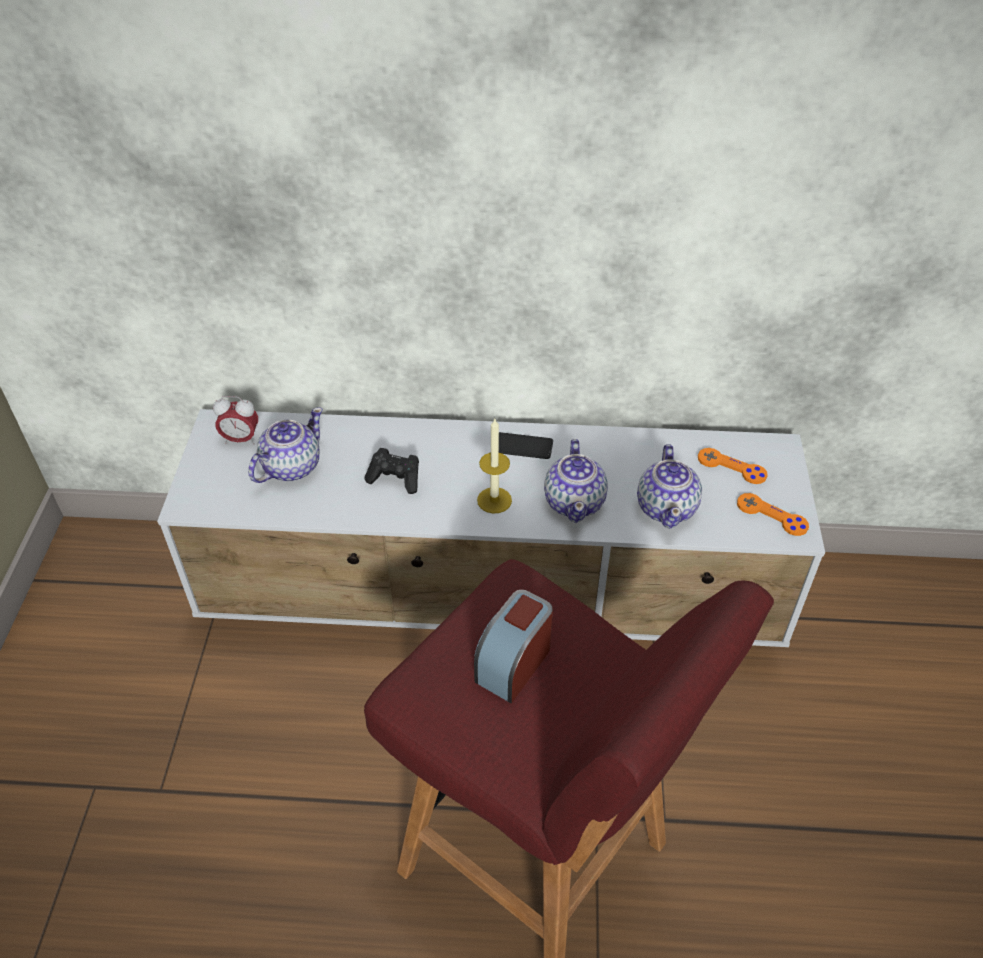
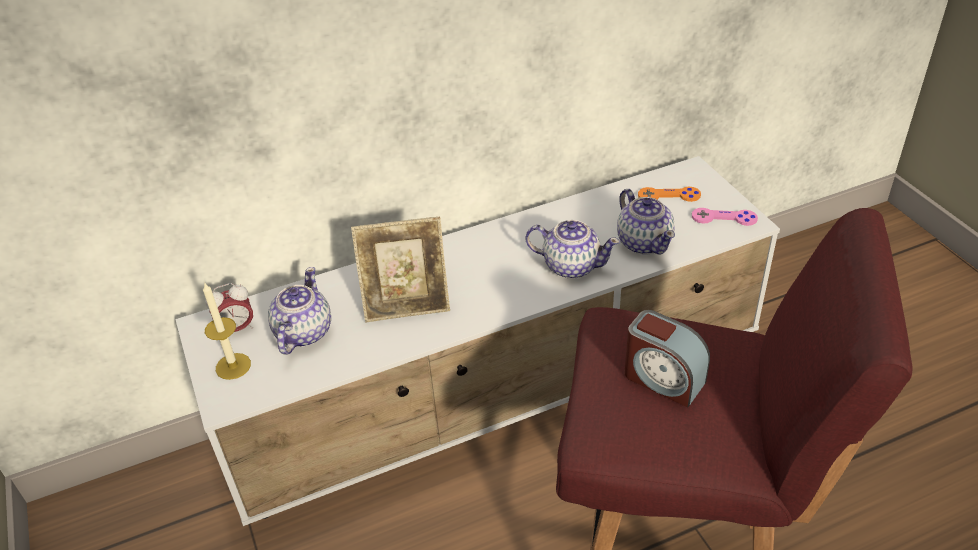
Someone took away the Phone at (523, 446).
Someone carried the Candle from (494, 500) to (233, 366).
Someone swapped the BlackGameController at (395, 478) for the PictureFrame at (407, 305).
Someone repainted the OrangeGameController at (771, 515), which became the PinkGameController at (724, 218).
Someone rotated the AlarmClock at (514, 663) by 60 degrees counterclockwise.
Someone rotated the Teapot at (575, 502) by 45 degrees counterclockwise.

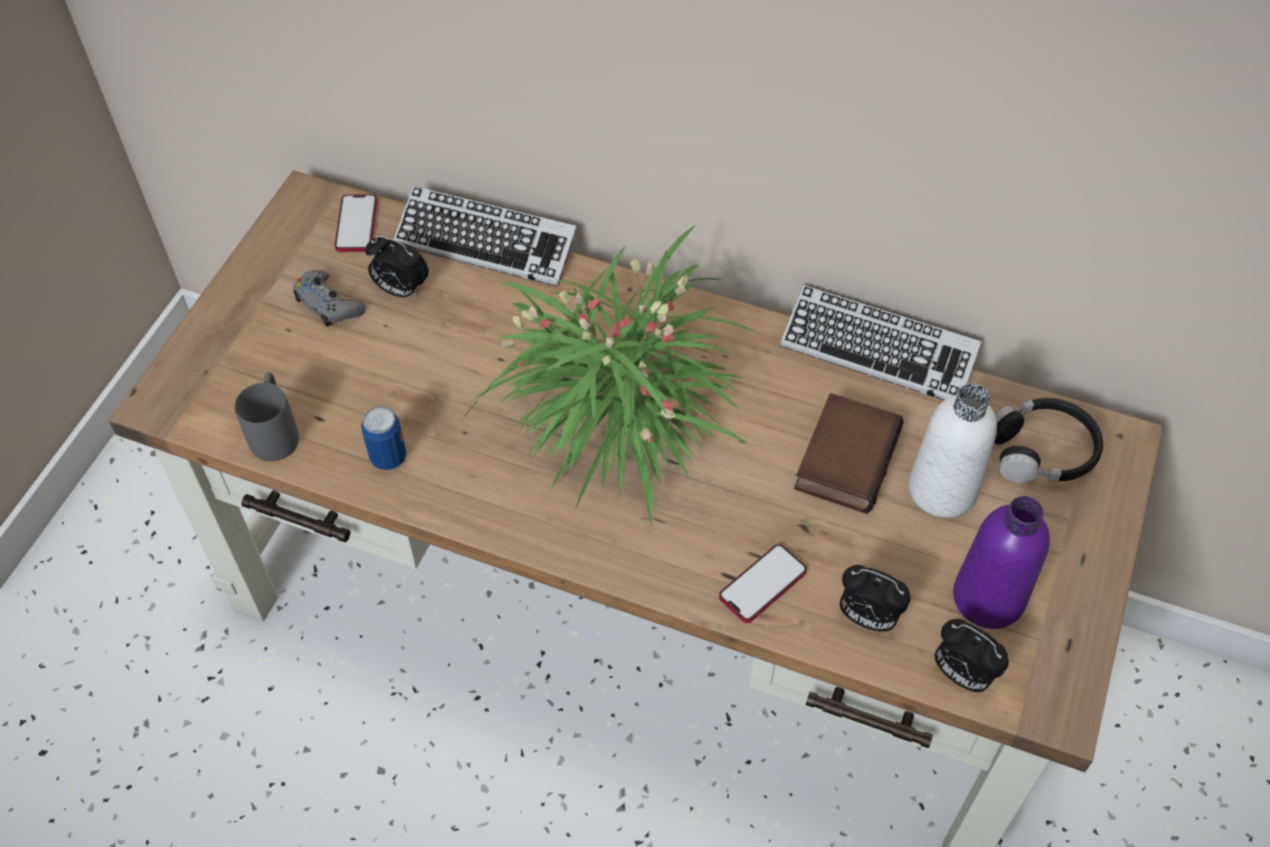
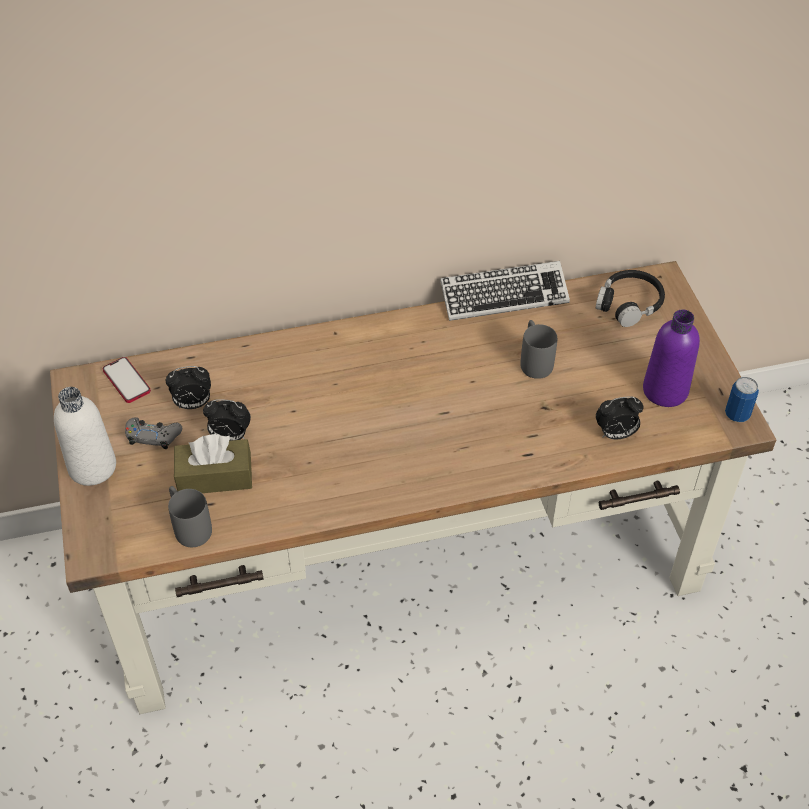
Someone took away the Keyboard at (486, 243).
Someone took away the PottedPlant at (615, 411).
Someone took away the Phone at (762, 584).
Someone put down the BrownTissueBox at (215, 477).
Someone carried the Can from (388, 457) to (737, 414).
Someone carried the WhiteBottle from (942, 490) to (92, 467).
Someone carried the AlarmClock from (961, 674) to (229, 437).
Someone swapped the Book at (844, 457) for the GreyMug at (534, 360).

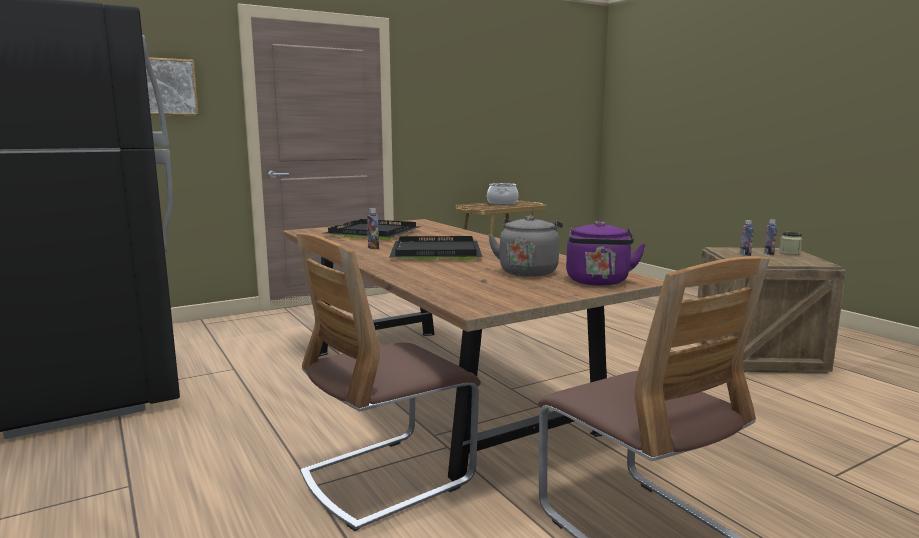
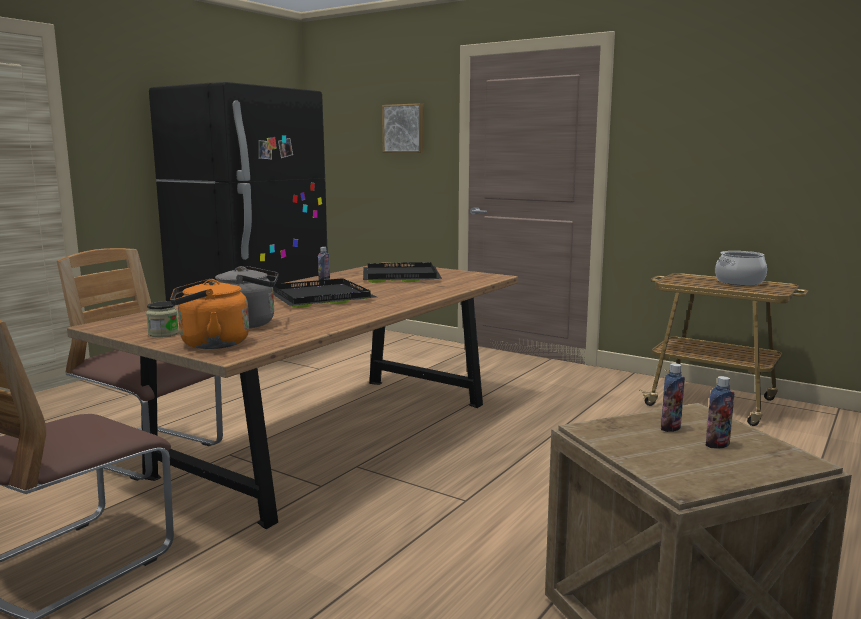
Someone carried the Jar from (789, 253) to (163, 334).
Someone repainted the PurpleKettle at (598, 282), which became the OrangeKettle at (210, 344).

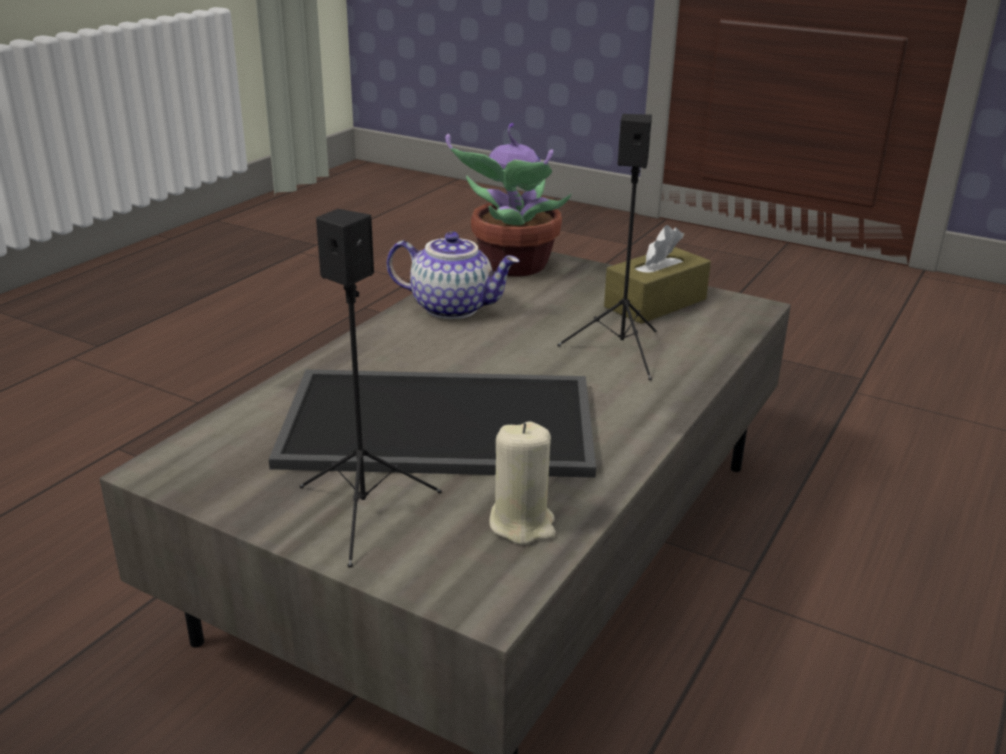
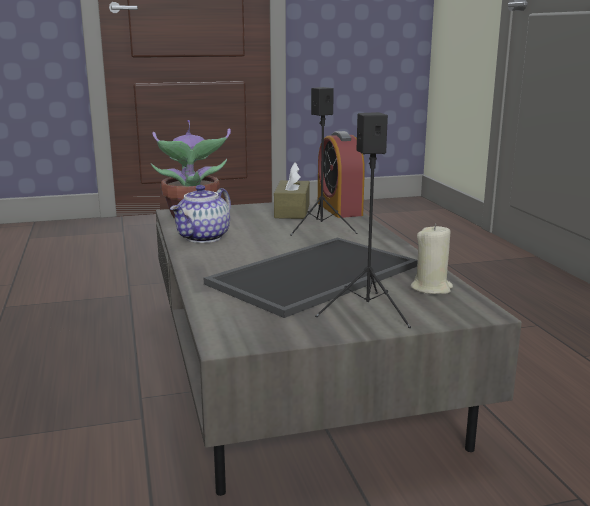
Someone put down the AlarmClock at (339, 209).
Someone rotated the Teapot at (453, 307) by 150 degrees clockwise.

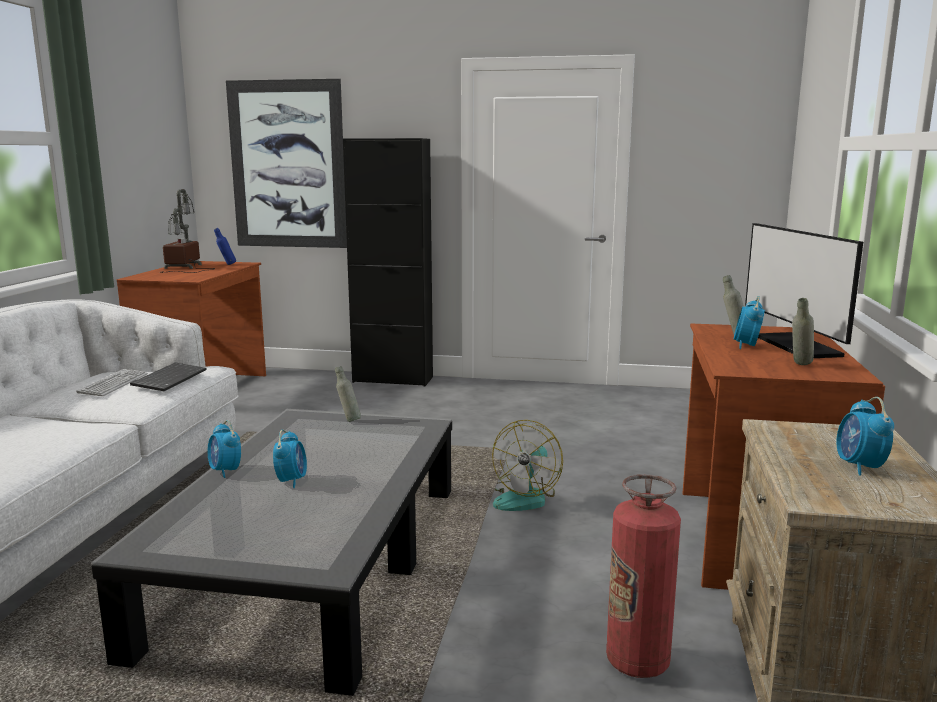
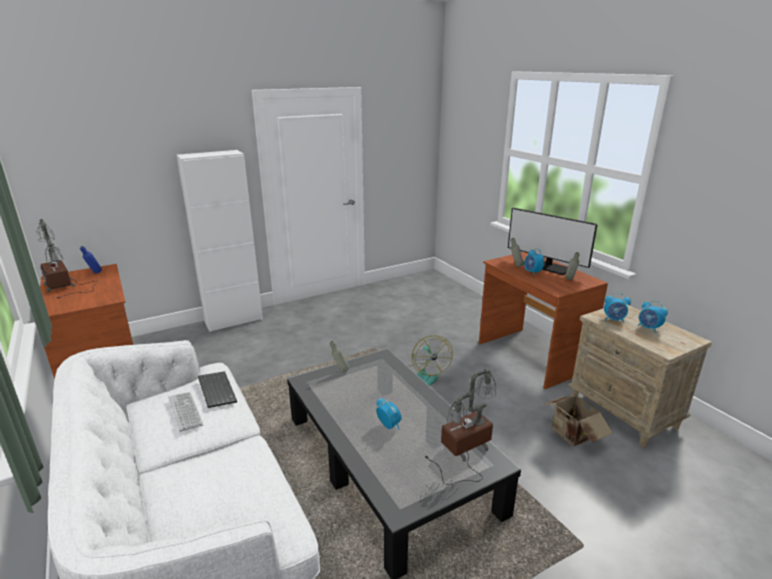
Someone took away the Picture at (287, 165).
Someone put down the TableLamp at (463, 452).
Someone carried the AlarmClock from (225, 471) to (614, 320).
Someone swapped the FireExtinguisher at (637, 662) for the CardboardBox at (571, 435).
Someone repainted the BlackCabinet at (393, 379), which became the WhiteCabinet at (233, 320).

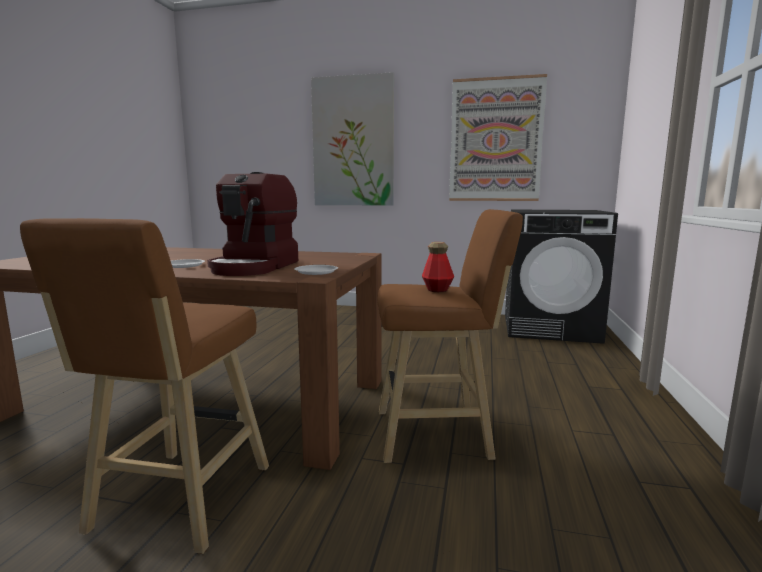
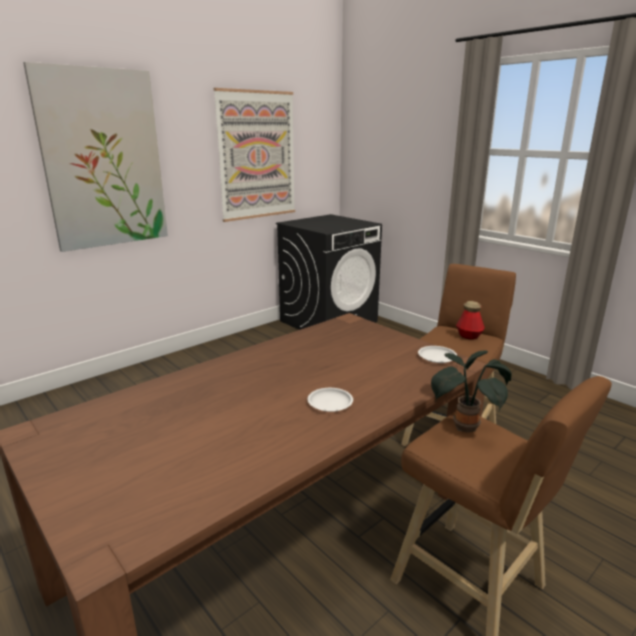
Someone took away the CoffeeMachine at (256, 267).
Someone put down the PottedPlant at (465, 425).

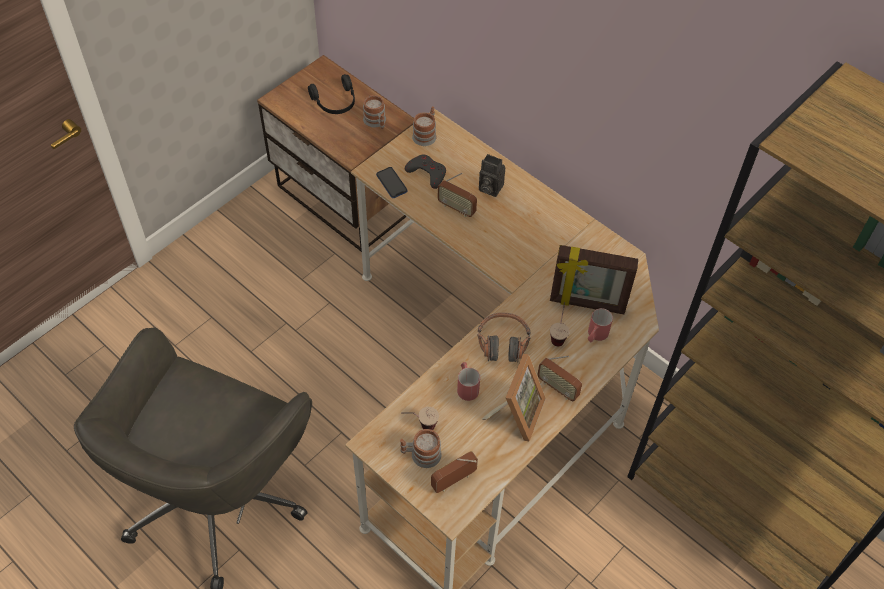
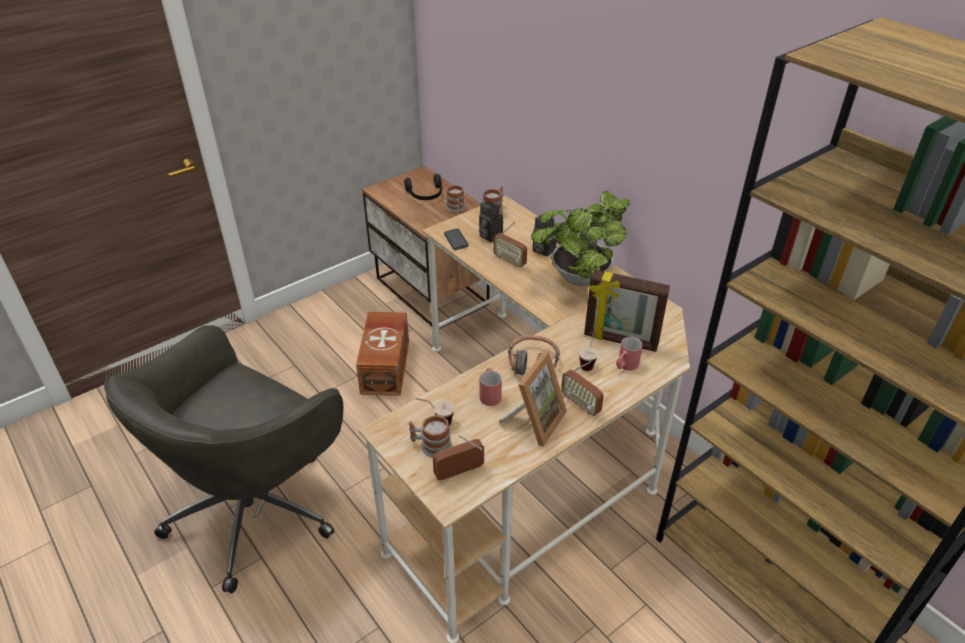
Someone put down the BrownStorageBox at (386, 366).
Someone put down the PottedPlant at (576, 279).
Someone swapped the GreyGameController at (427, 173) for the PhotoCamera at (489, 236).

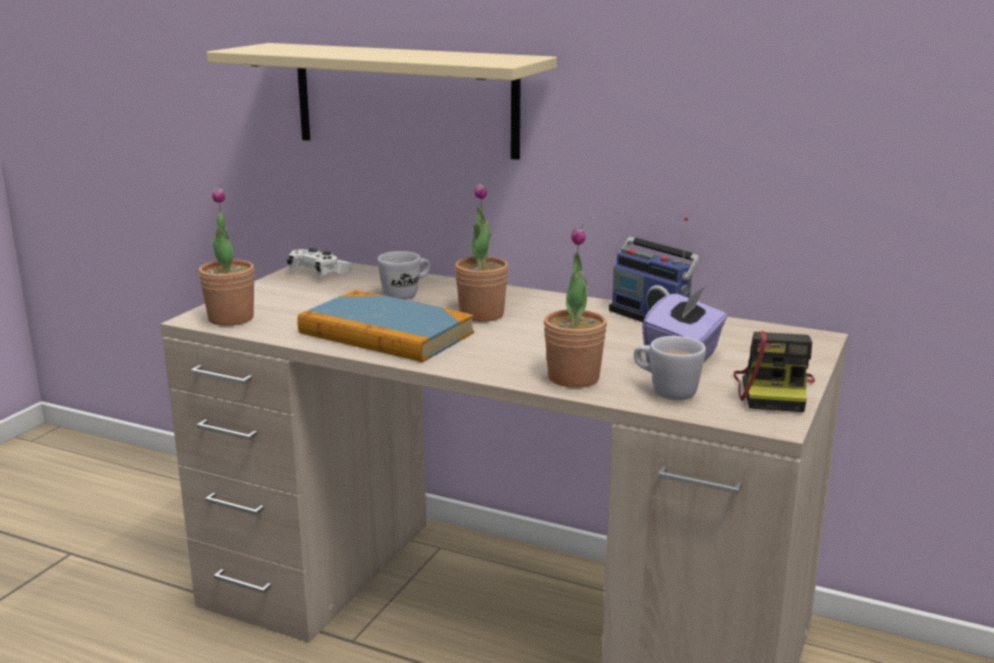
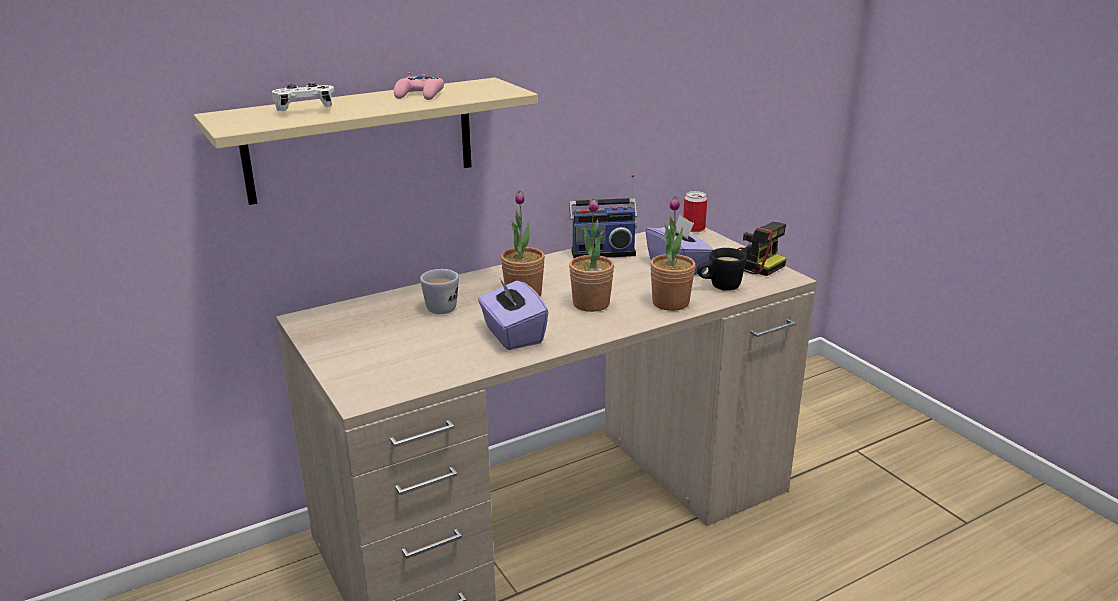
Someone put down the PinkGameController at (420, 95).
Someone put down the Can at (693, 229).
Someone carried the PottedPlant from (231, 318) to (591, 304).
Someone carried the WhiteGameController from (319, 273) to (305, 110).
Someone swapped the Book at (386, 333) for the PurpleTissueBox at (512, 335).
Someone repainted the WhiteMug at (665, 391), which became the BlackMug at (719, 287).

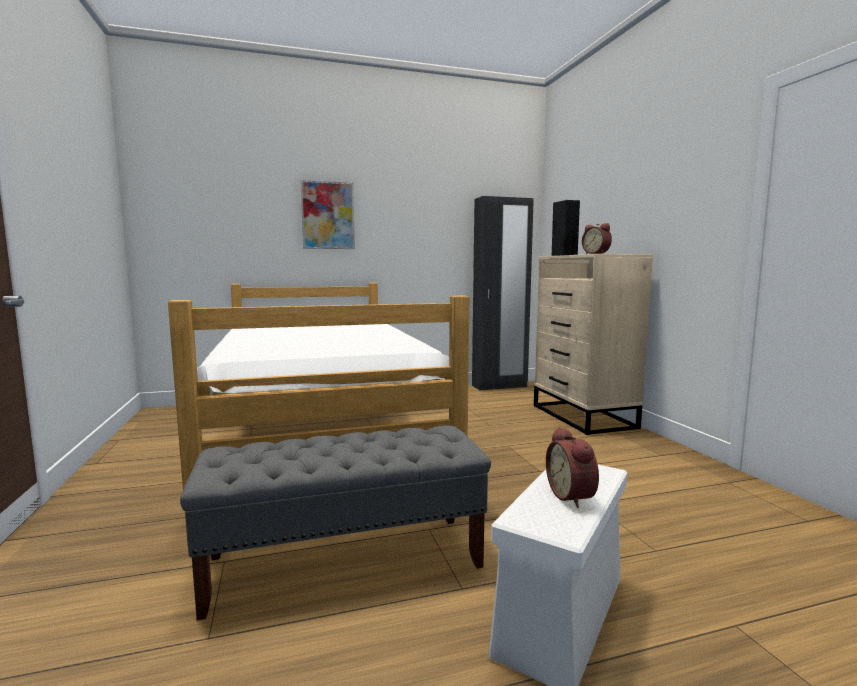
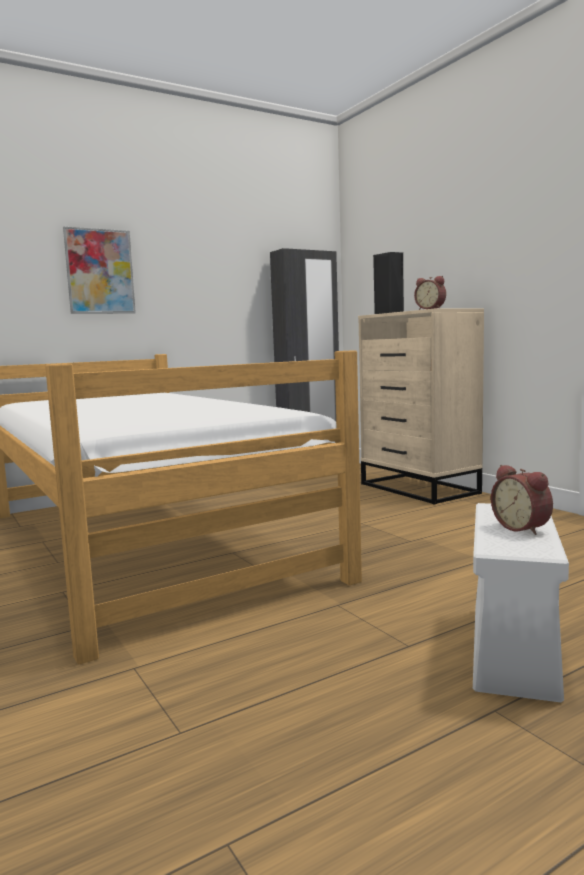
Someone took away the GreyBench at (346, 561).

